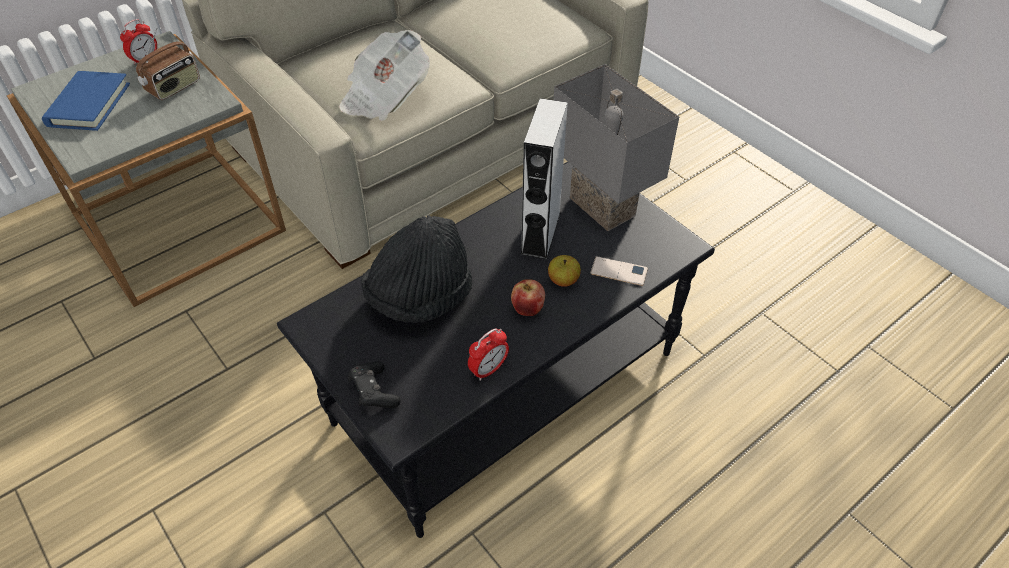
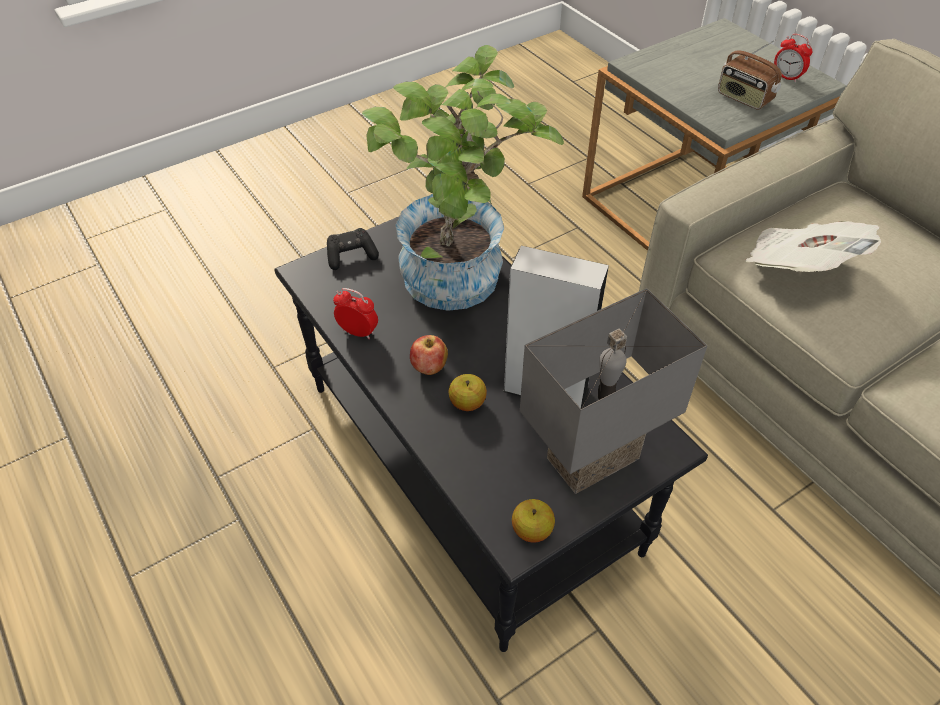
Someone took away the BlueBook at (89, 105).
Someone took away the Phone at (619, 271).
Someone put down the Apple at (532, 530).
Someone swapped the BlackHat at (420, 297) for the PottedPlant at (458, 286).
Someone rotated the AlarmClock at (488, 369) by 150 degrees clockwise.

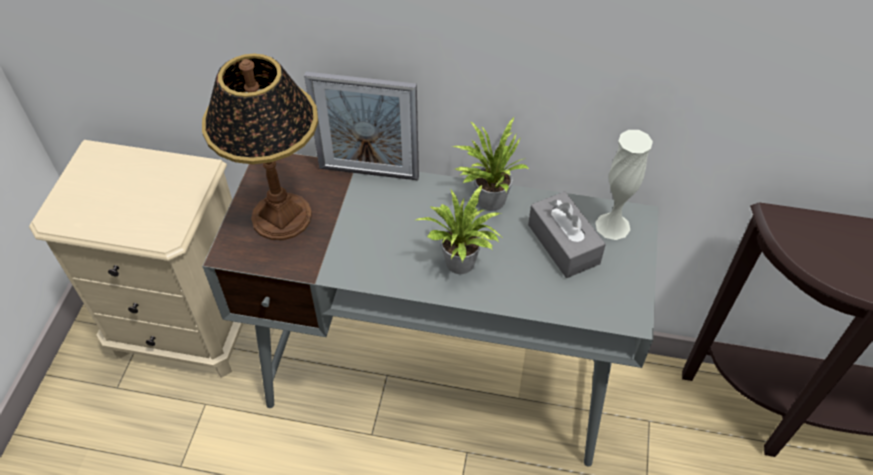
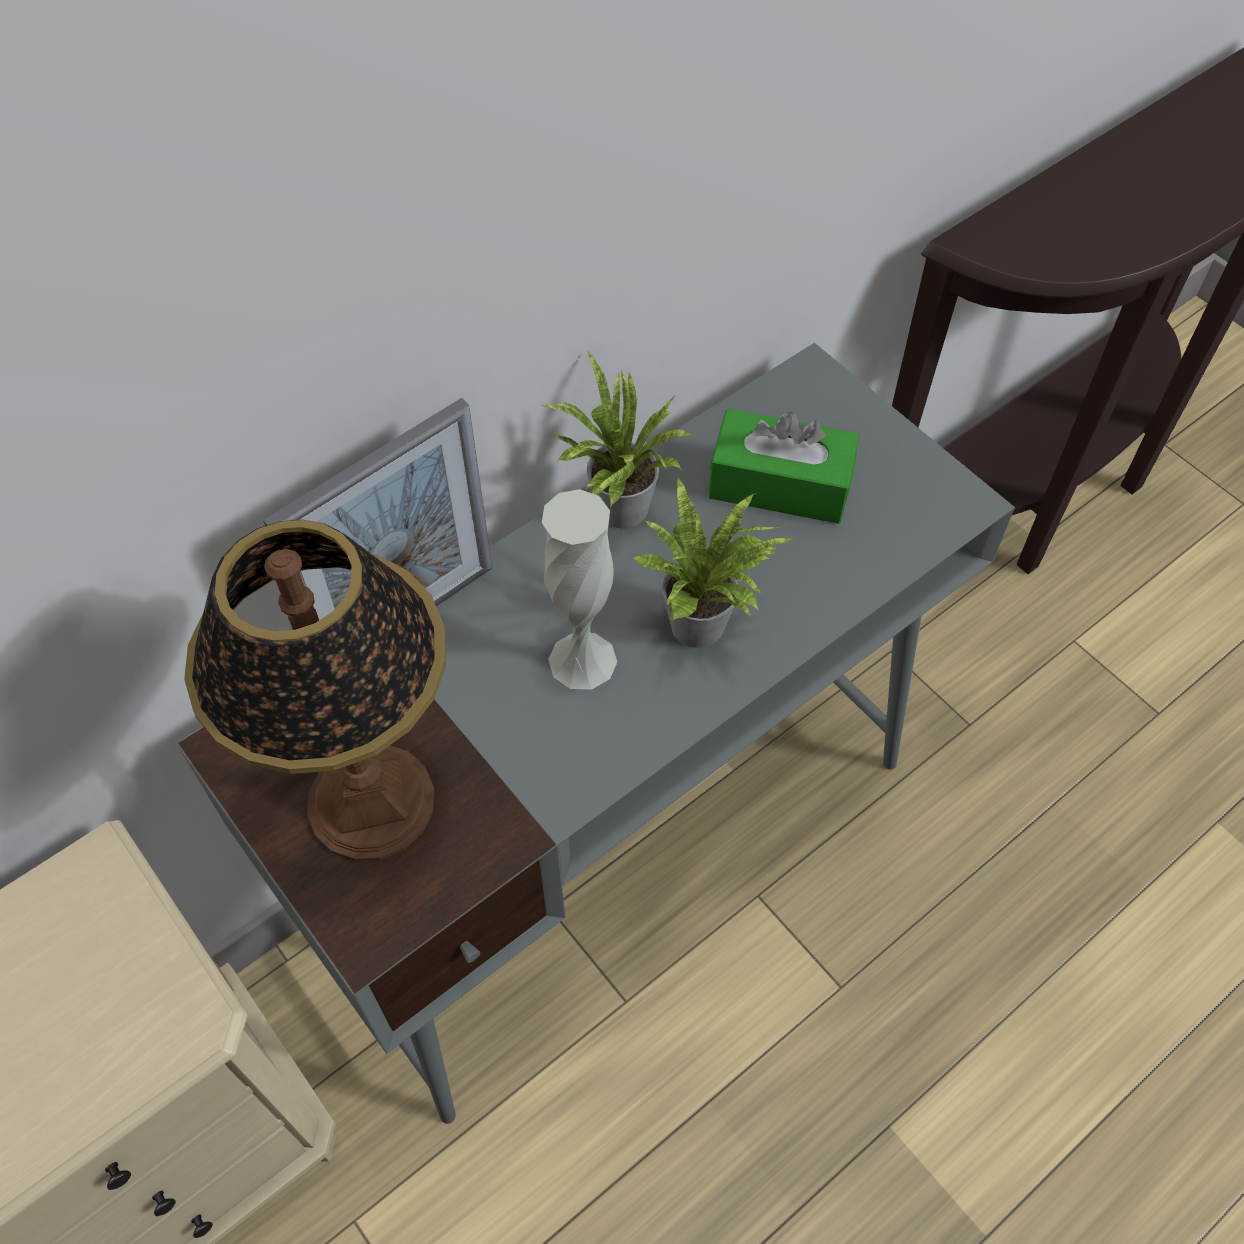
Someone carried the WhiteVase from (612, 226) to (582, 660).
Someone repainted the GreyTissueBox at (563, 244), which became the GreenTissueBox at (780, 484).

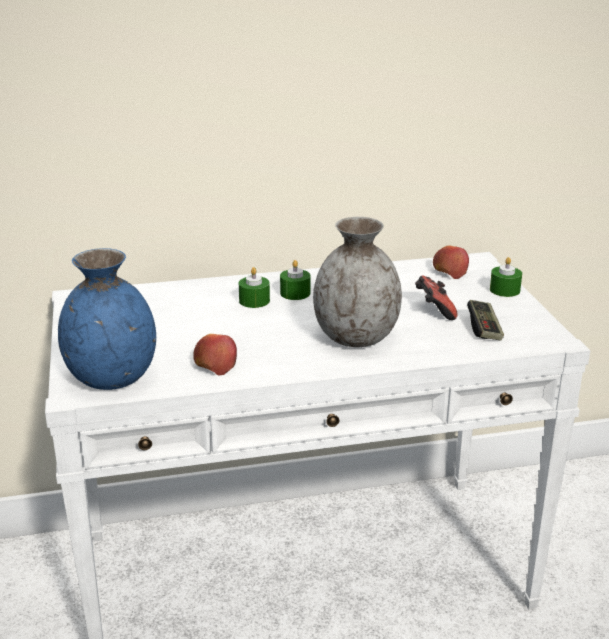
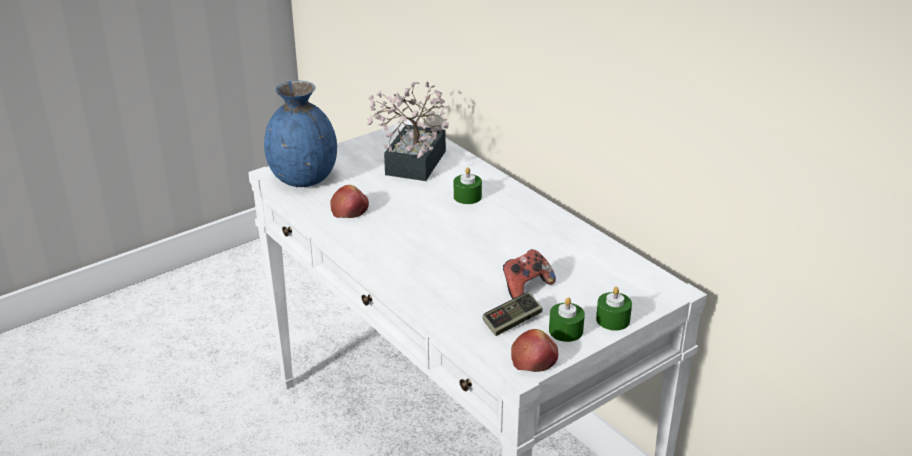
Someone took away the GreyVase at (355, 338).
Someone put down the PottedPlant at (412, 167).
Someone carried the GreenCandle from (295, 293) to (565, 331).
Someone carried the Apple from (450, 271) to (534, 359).

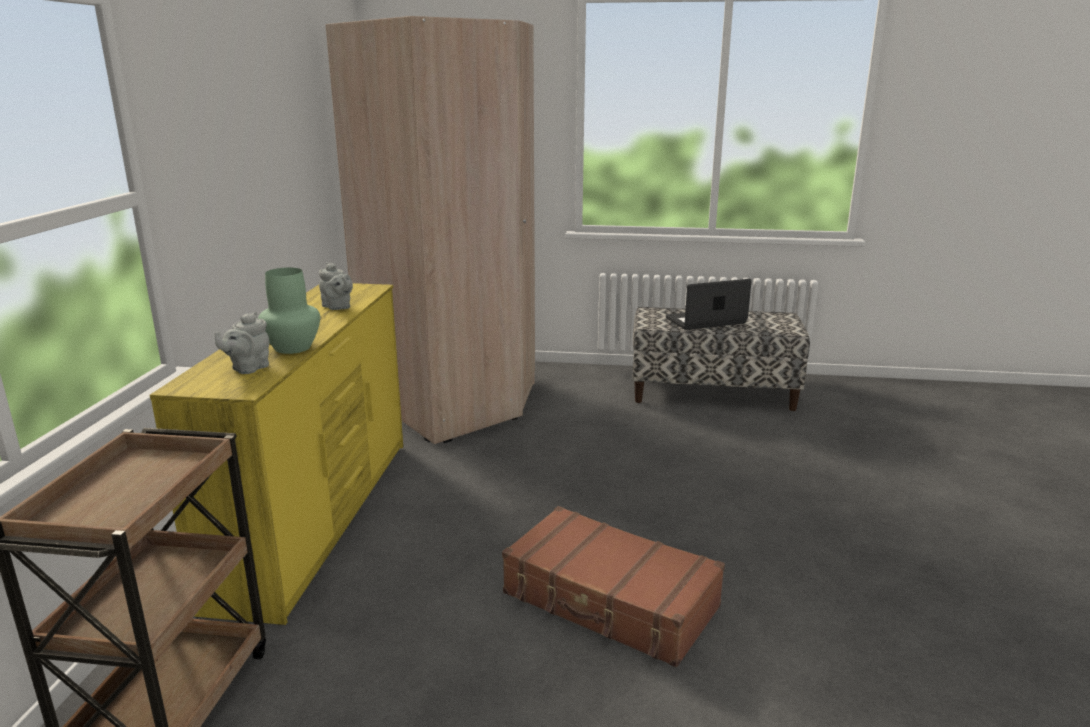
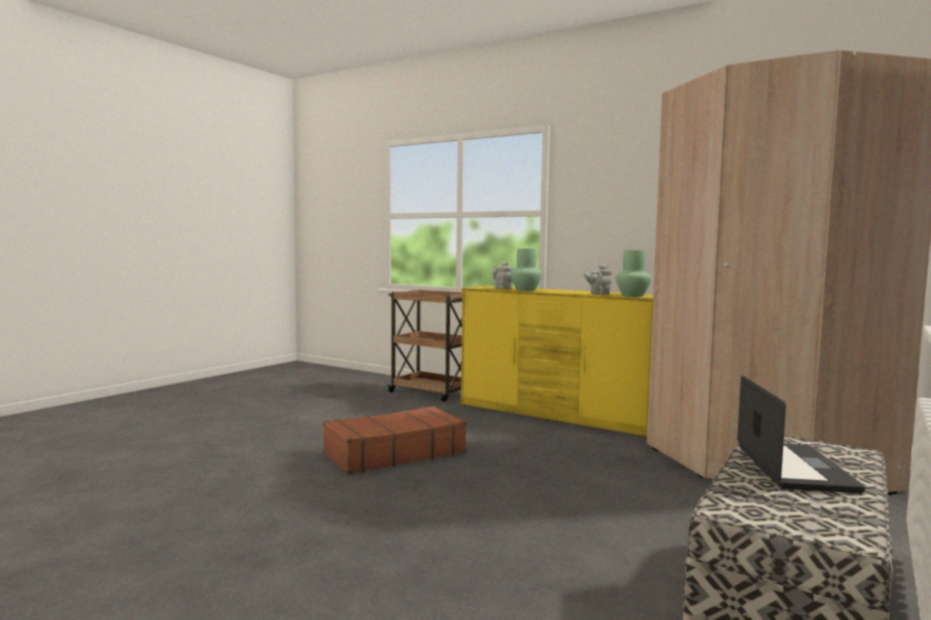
Someone put down the GreenVase at (633, 295).

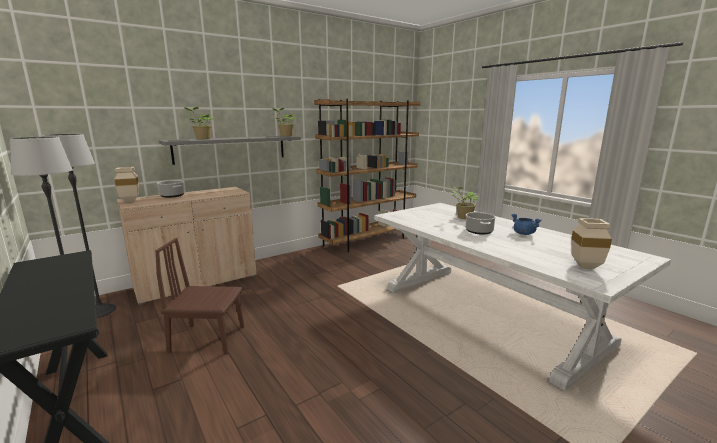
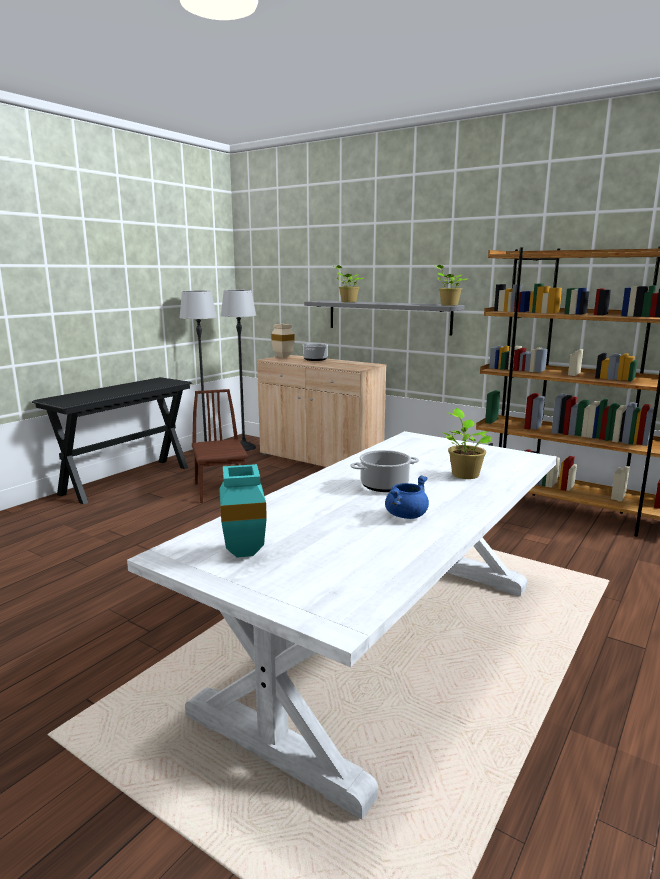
Someone repainted the BeigeVase at (584, 267), which became the TurquoiseVase at (242, 551).

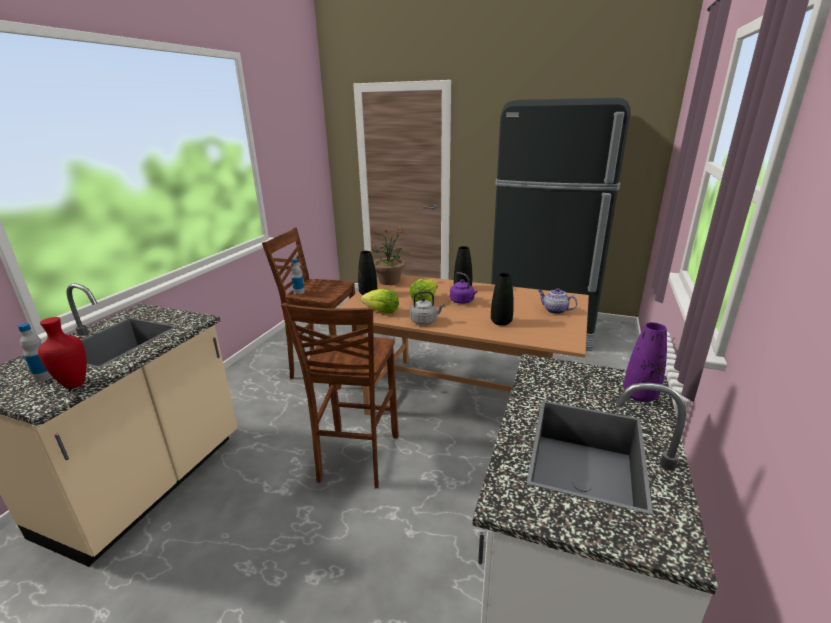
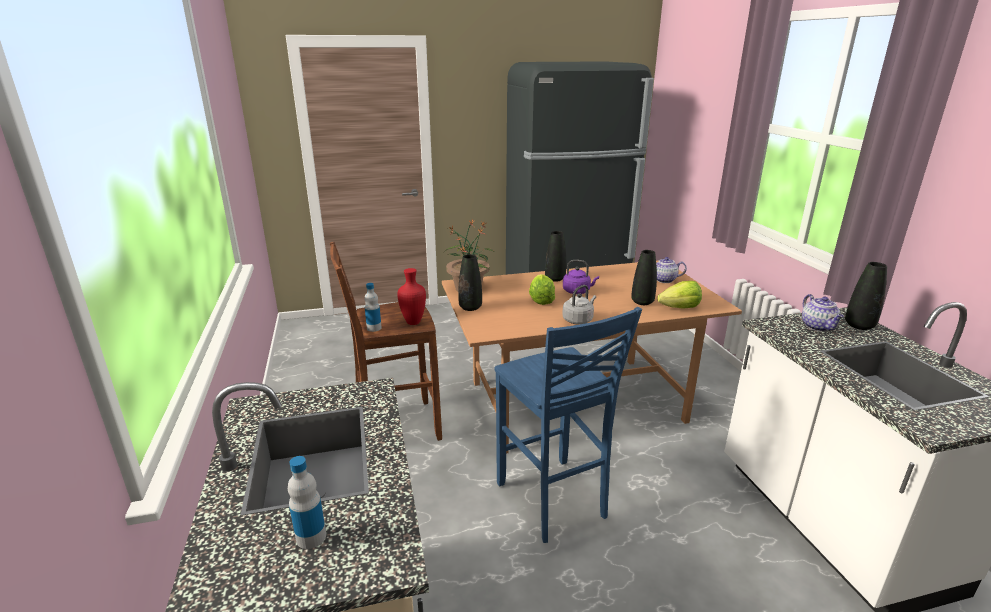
Someone put down the Teapot at (818, 327).
Someone carried the RedVase from (74, 384) to (412, 322).
Someone carried the Lettuce from (381, 311) to (680, 308).
Someone repainted the BrownStool at (356, 459), which became the BlueStool at (553, 501).
Someone repainted the PurpleVase at (640, 395), which became the BlackVase at (859, 325).

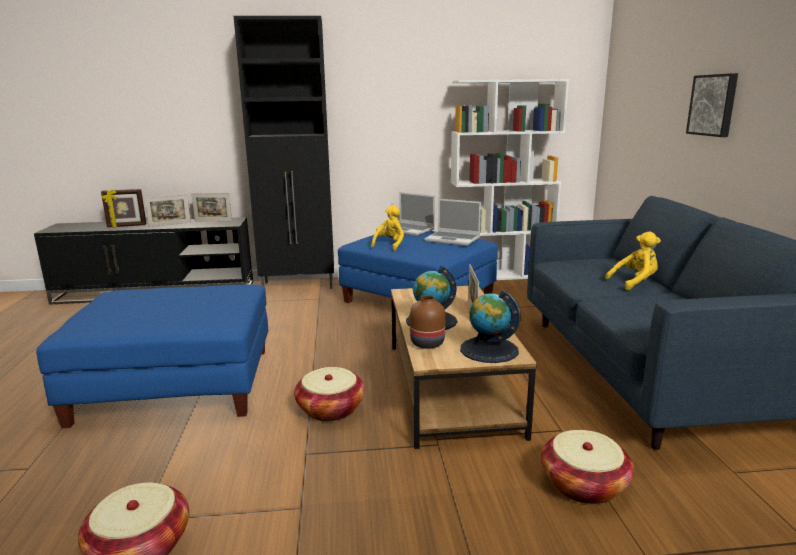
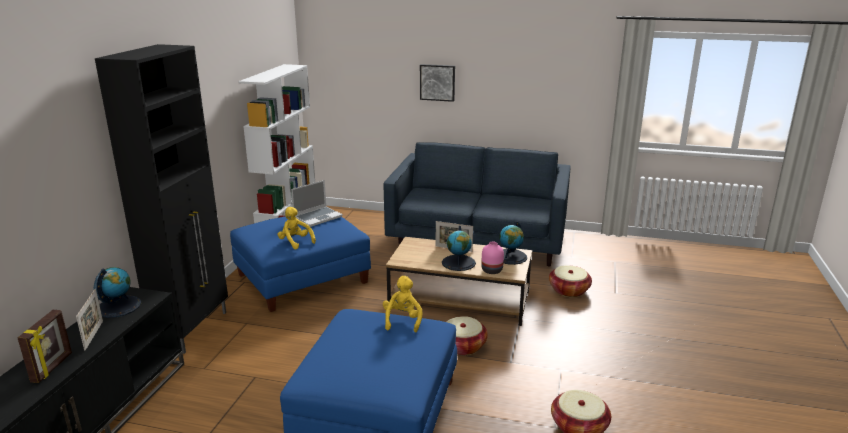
Someone took away the Laptop at (409, 230).
Someone carried the YellowPlushToy from (635, 282) to (402, 320).
Someone swapped the PictureFrame at (213, 221) for the Globe at (118, 306).
Someone repainted the BrownVase at (428, 344), which became the PinkVase at (492, 270).

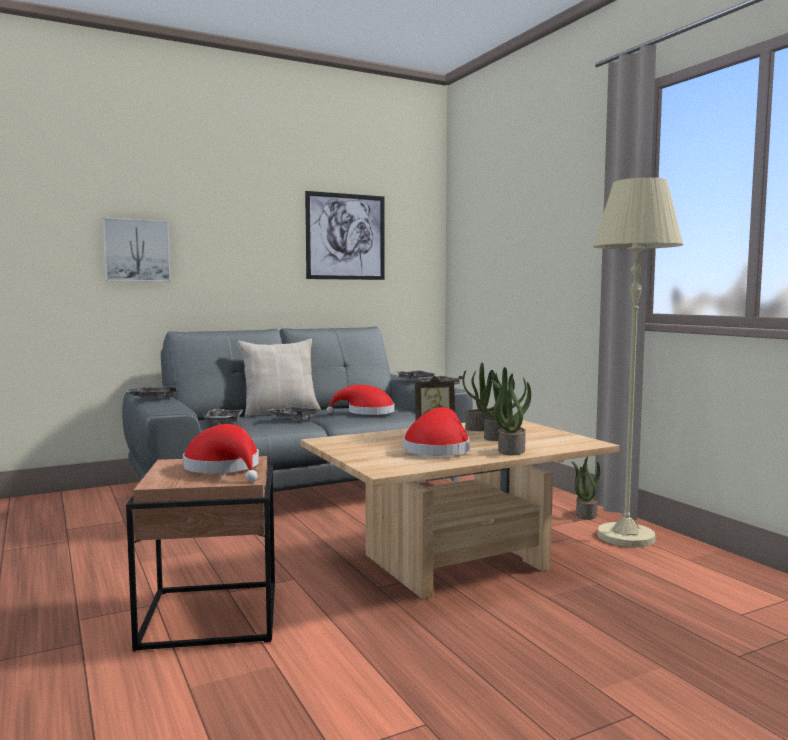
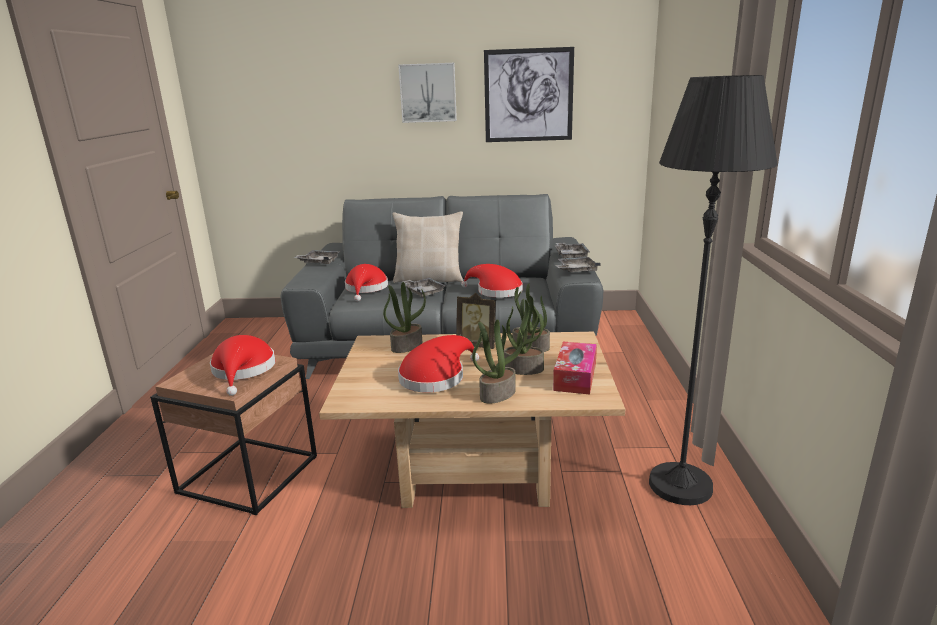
Someone put down the TissueBox at (575, 376).
Someone carried the Picture from (136, 250) to (428, 93).
Someone carried the PottedPlant from (585, 514) to (407, 346).
Someone swapped the GreyTray at (224, 422) for the RedHat at (366, 289).
Someone repainted the BeigeFloorLamp at (626, 537), which became the BlackFloorLamp at (680, 485).

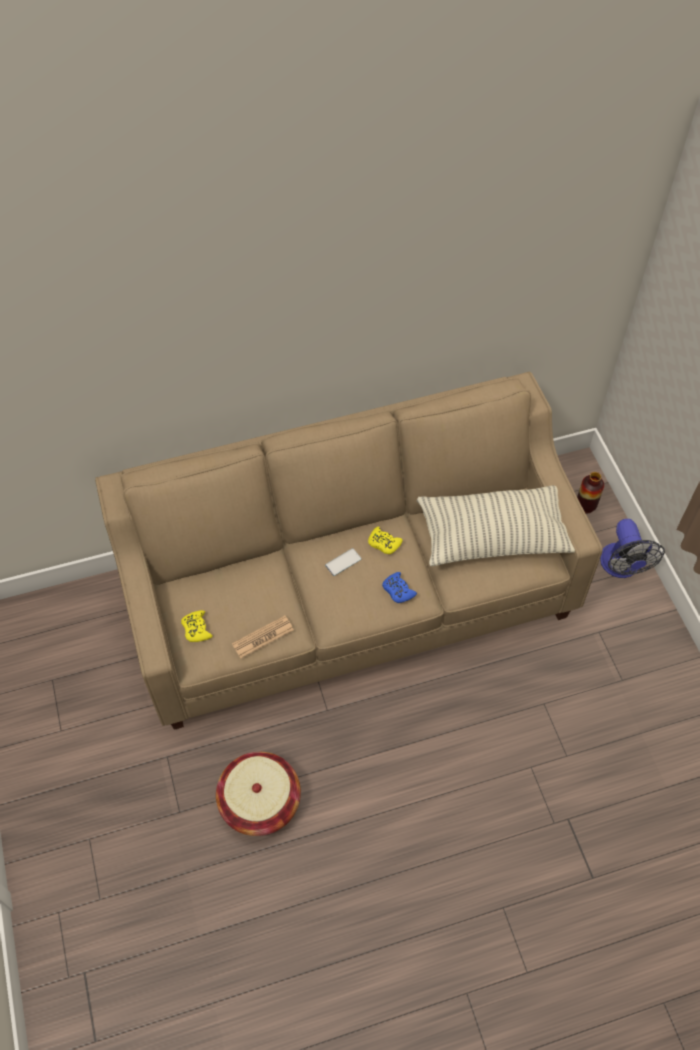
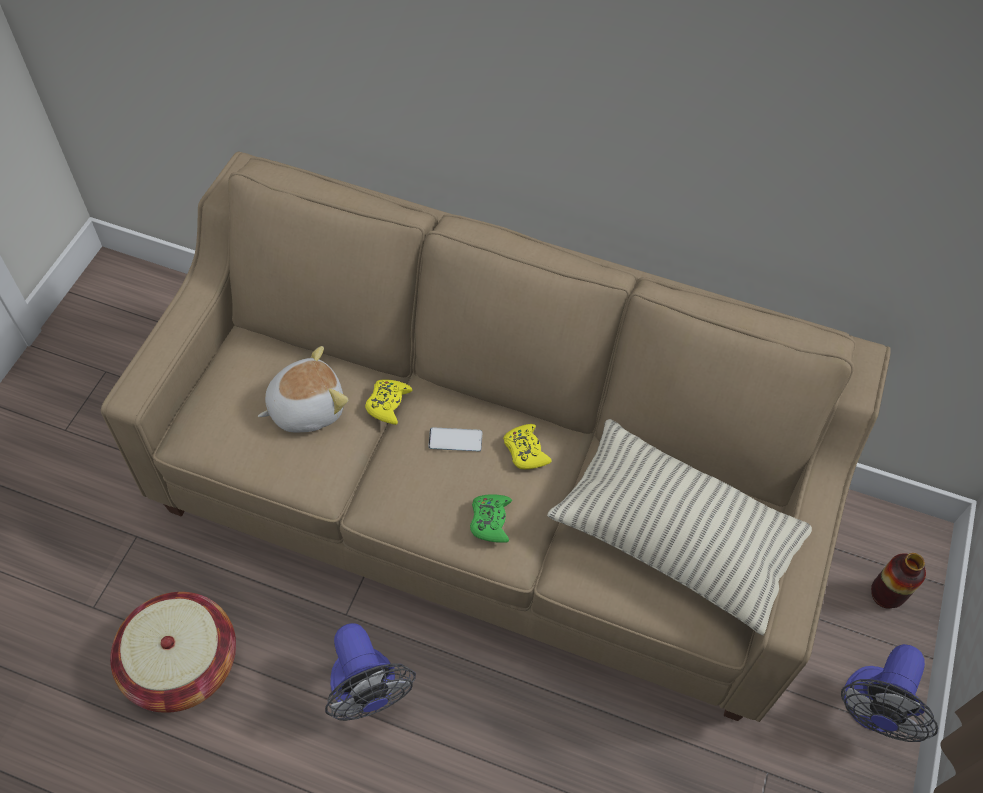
Someone took away the Newspaper at (263, 637).
Someone put down the PlushToy at (306, 407).
Someone put down the Fan at (367, 691).
Someone carried the YellowGameController from (196, 629) to (388, 404).
Someone repainted the BlueGameController at (398, 590), which became the GreenGameController at (490, 521).

